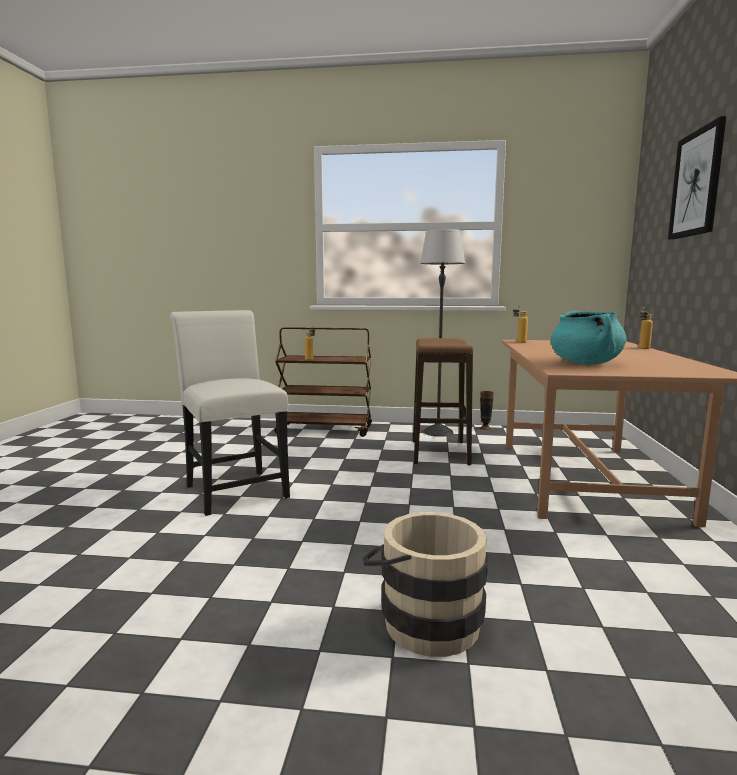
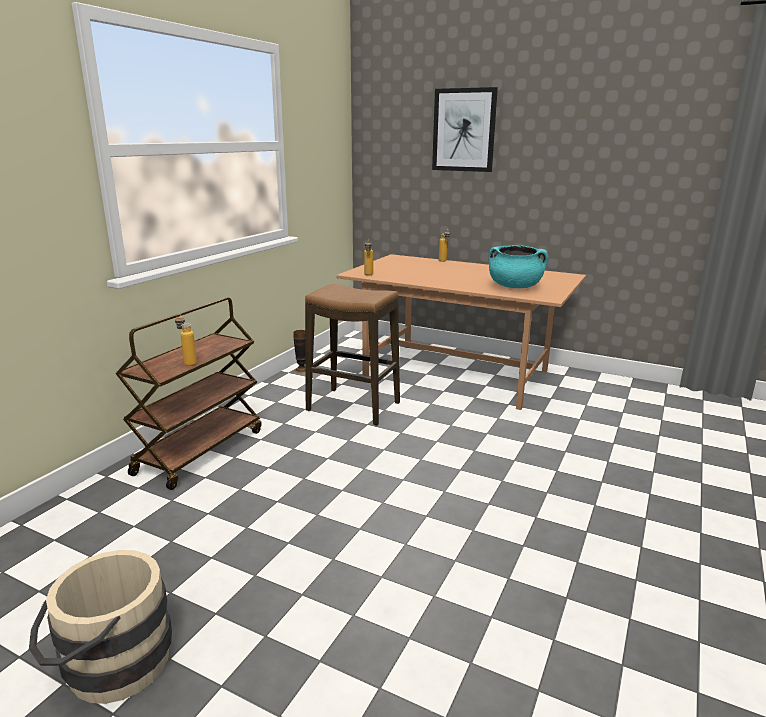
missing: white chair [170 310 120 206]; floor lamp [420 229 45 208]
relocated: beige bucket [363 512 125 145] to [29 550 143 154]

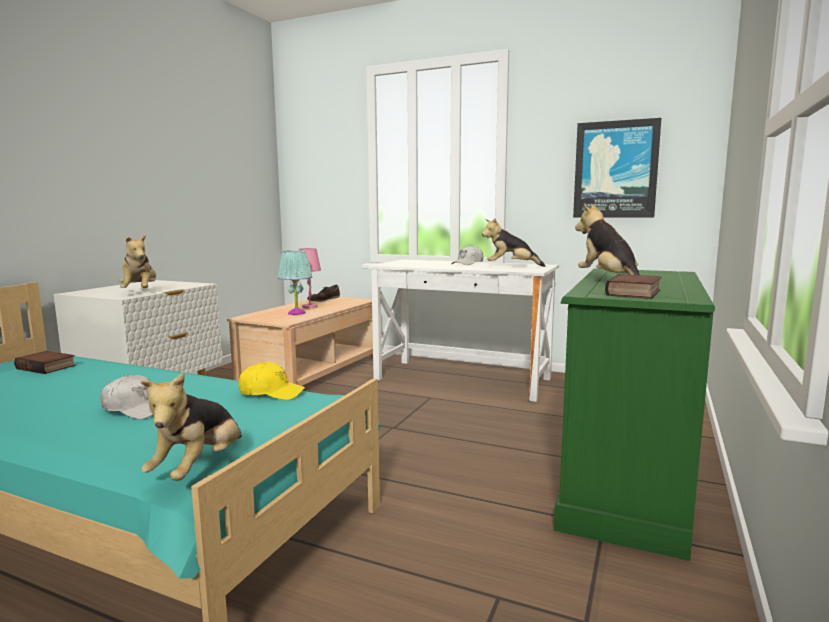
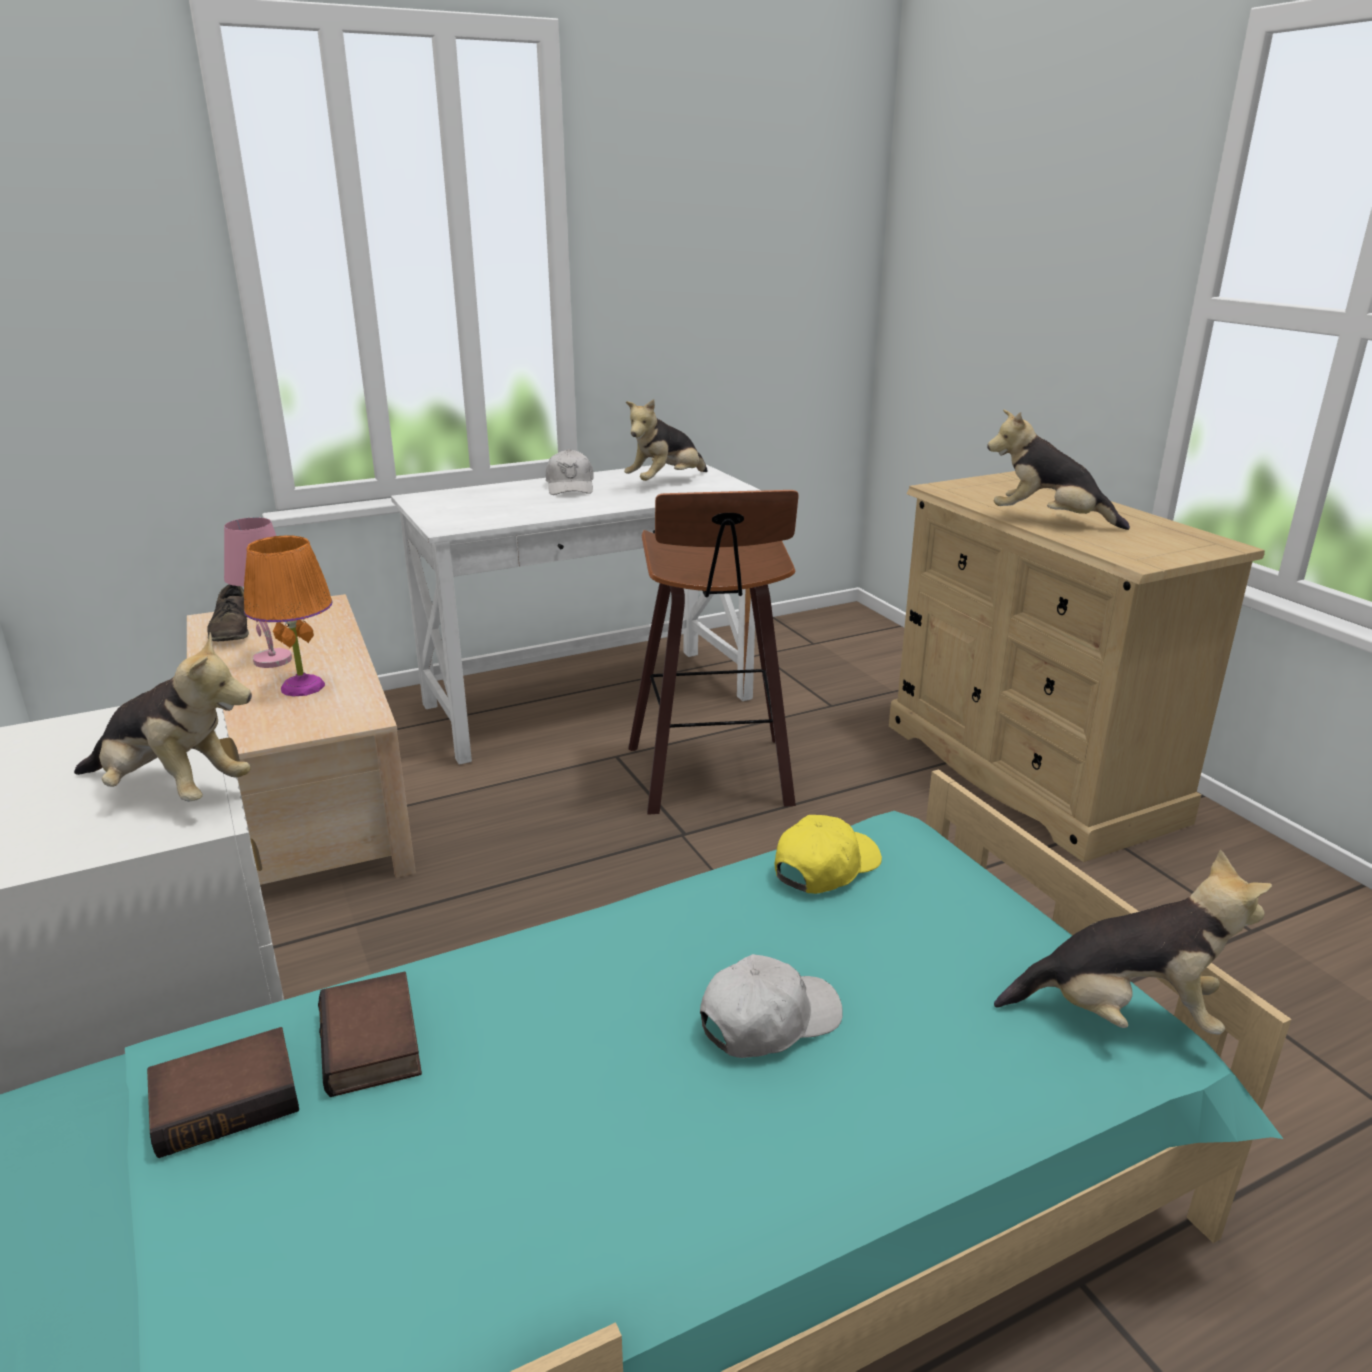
missing: picture [573 118 88 99]
appeared: stool [628 490 171 325]
relocated: book [605 274 56 25] to [318 972 104 125]
colour: turquoise table lamp [278 250 34 65] to orange table lamp [244 536 89 160]; green dresser [553 268 162 293] to beige dresser [889 471 376 391]
spun: plush toy [141 372 101 109] = [994 849 278 186] 45 degrees counterclockwise

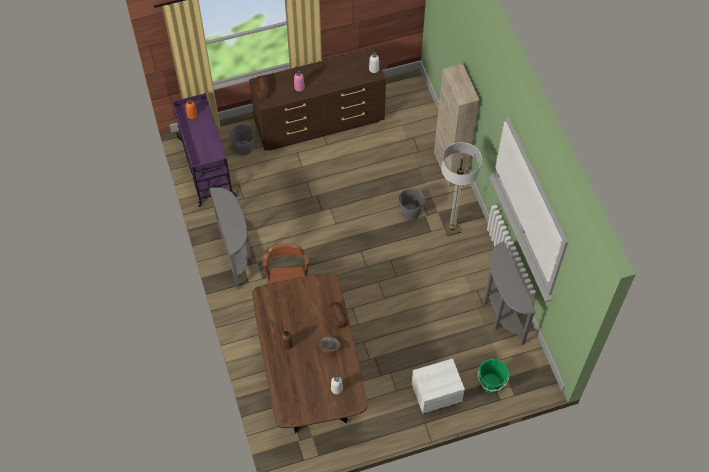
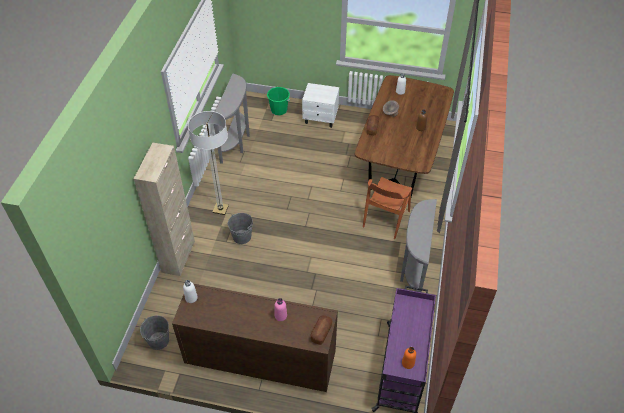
relocated: grey bucket [229 124 26 31] to [140 315 29 35]

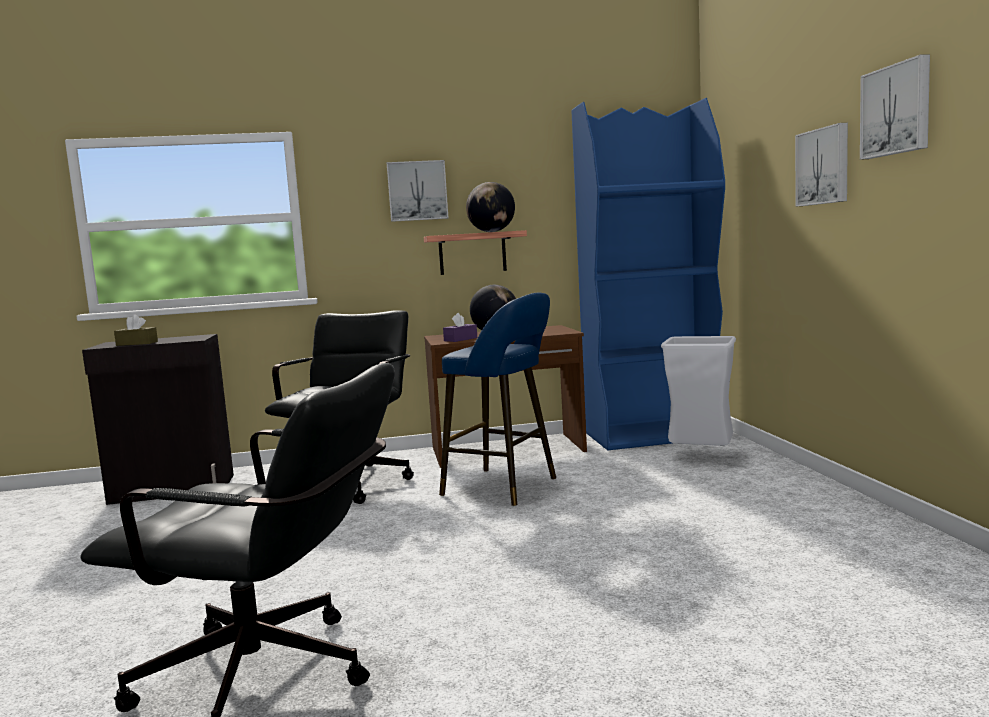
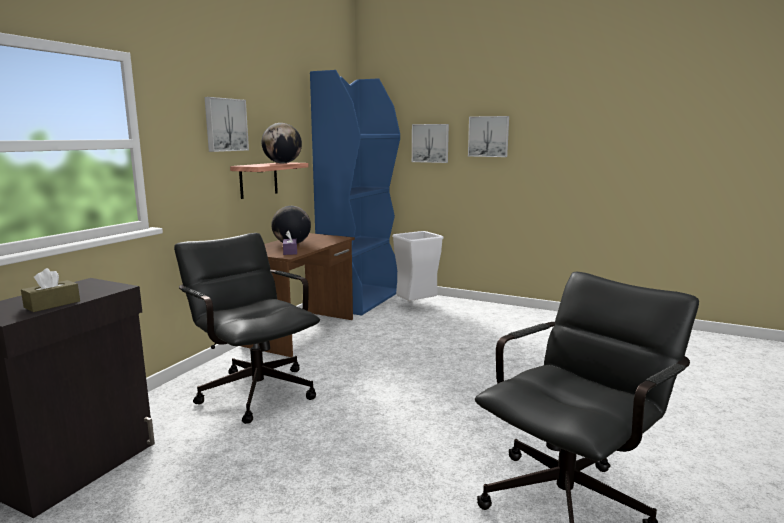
missing: blue stool [439 293 117 213]
relocated: picture [860 54 70 106] to [412 124 37 39]

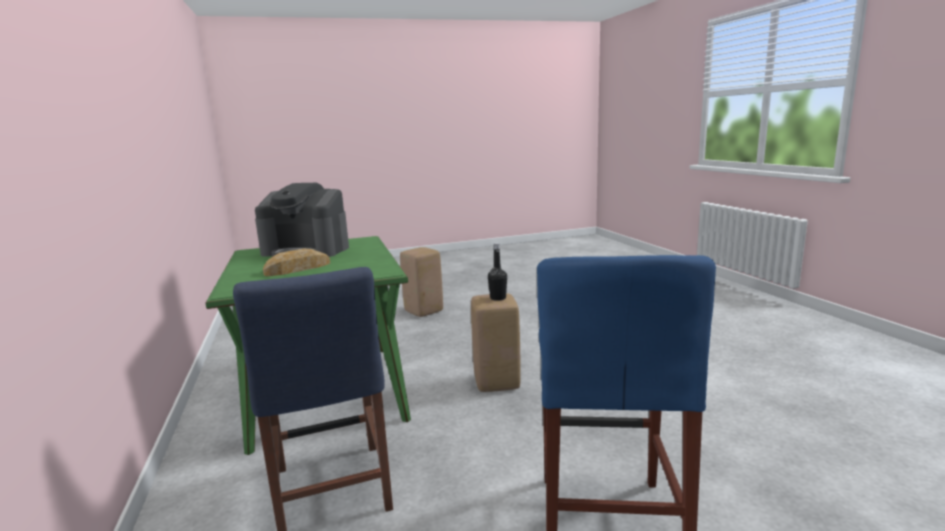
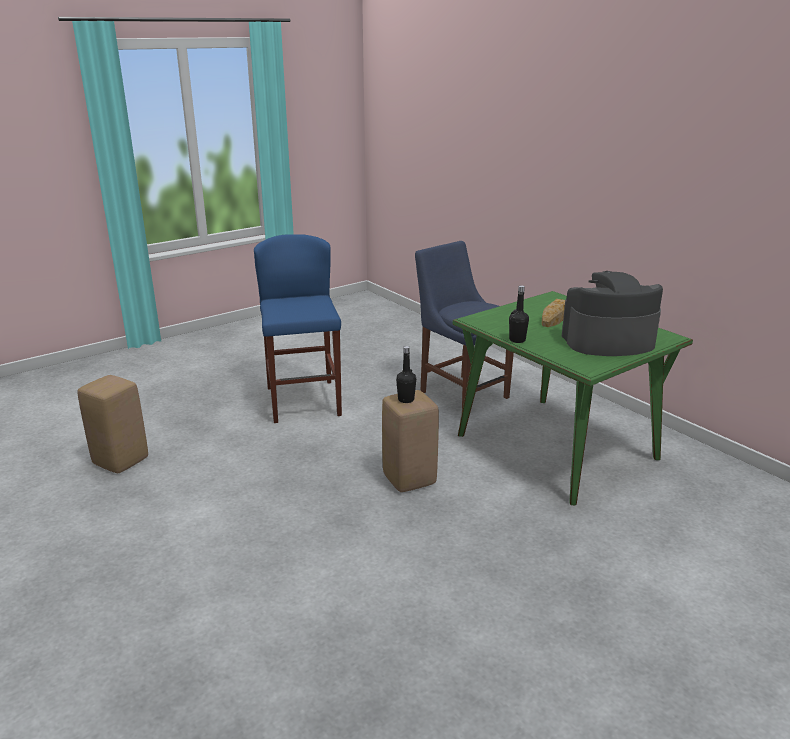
appeared: black bottle [509 285 20 58]
relocated: beige stool [400 247 43 70] to [77 375 71 98]

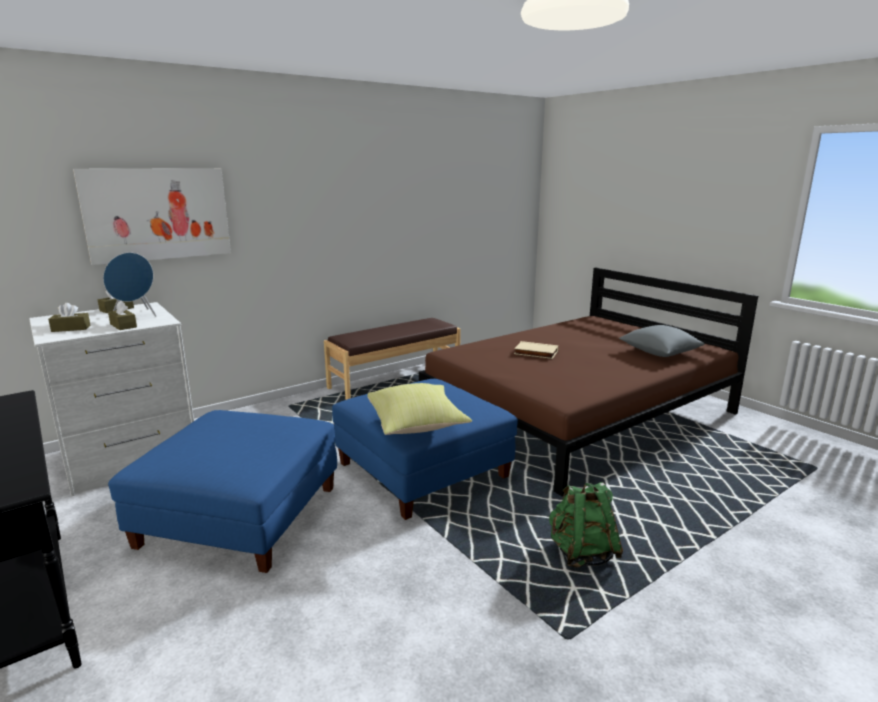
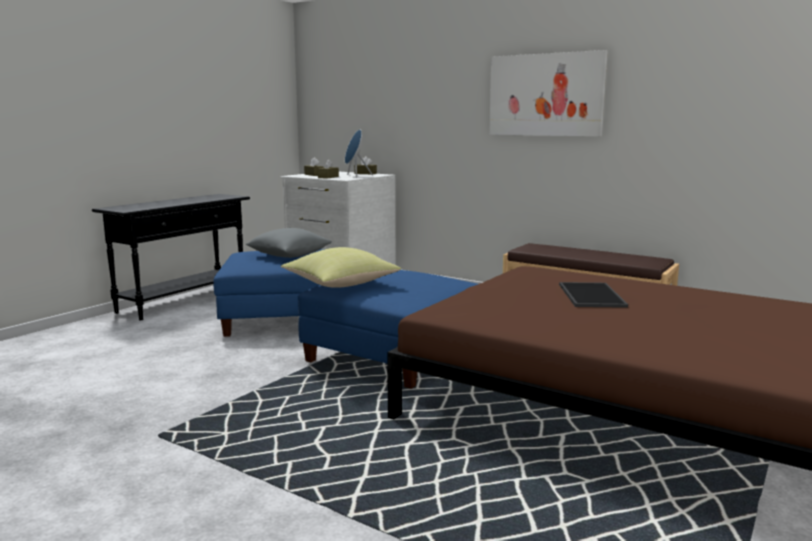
missing: green backpack [549 482 74 86]
relocated: picture [73 168 158 97] to [489 50 119 86]; grey pillow [619 325 86 32] to [245 228 87 30]
exchanged: beige book [514 341 44 18] to tray [559 282 69 26]

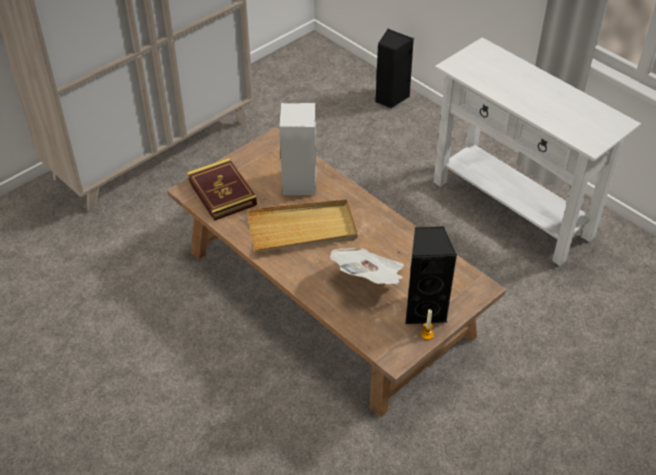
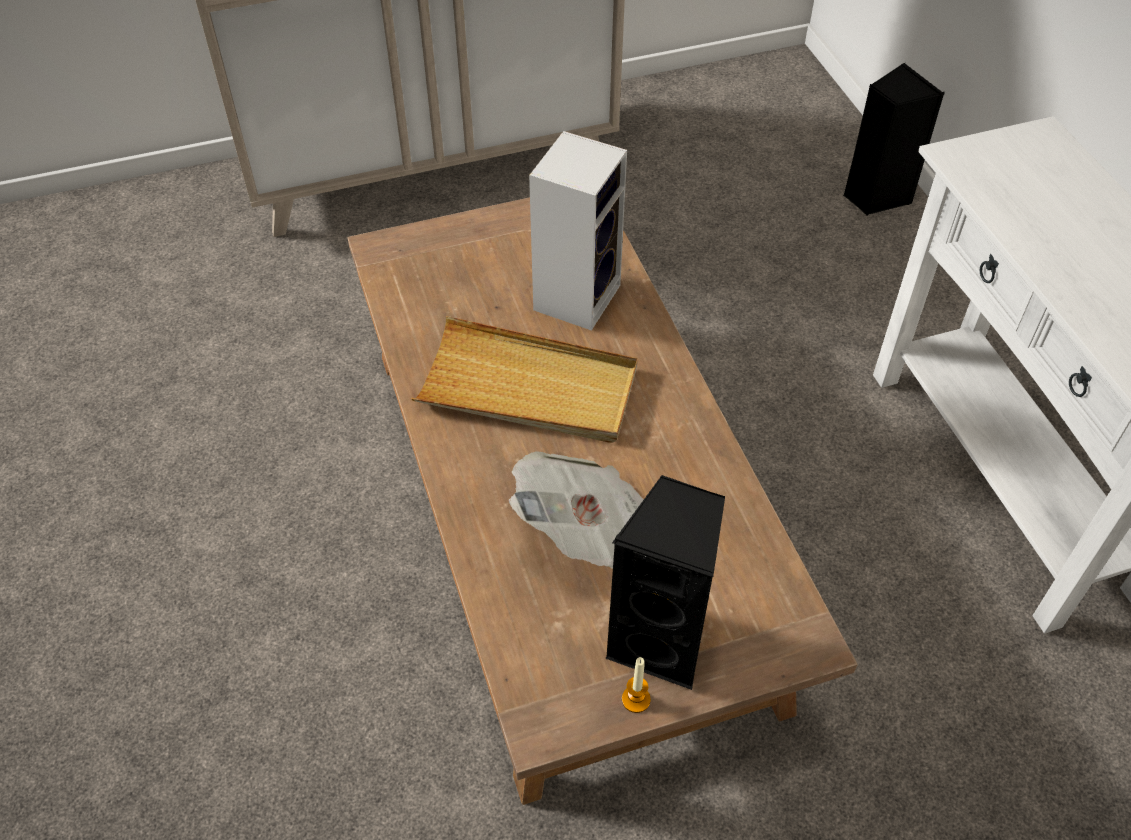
missing: book [187 158 70 63]

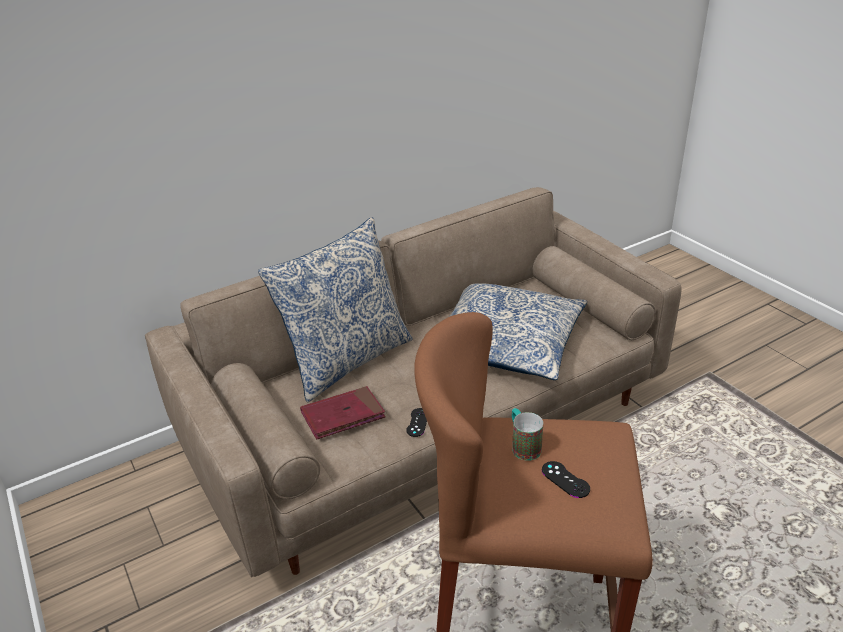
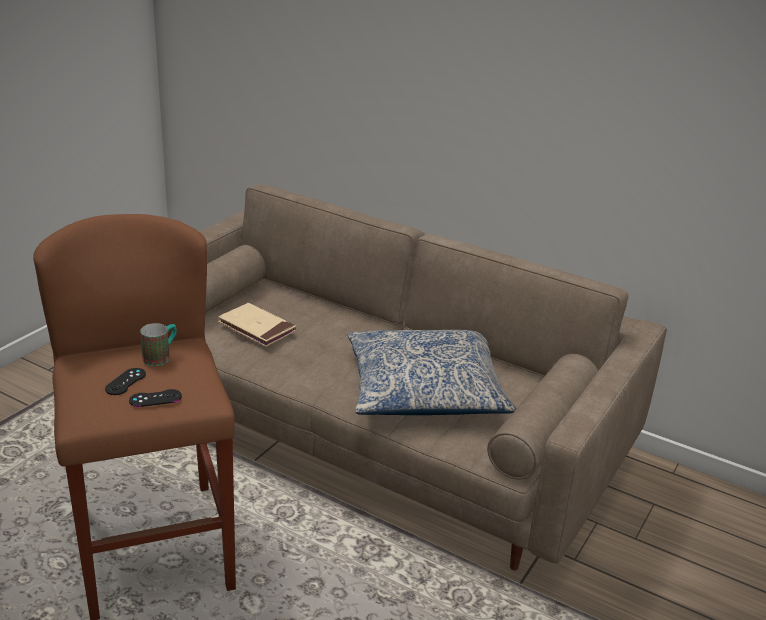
missing: pillow [258 217 155 185]
relocated: black game controller [406 408 21 29] to [129 389 53 18]
colour: red book [300 386 85 54] to beige book [218 303 78 44]

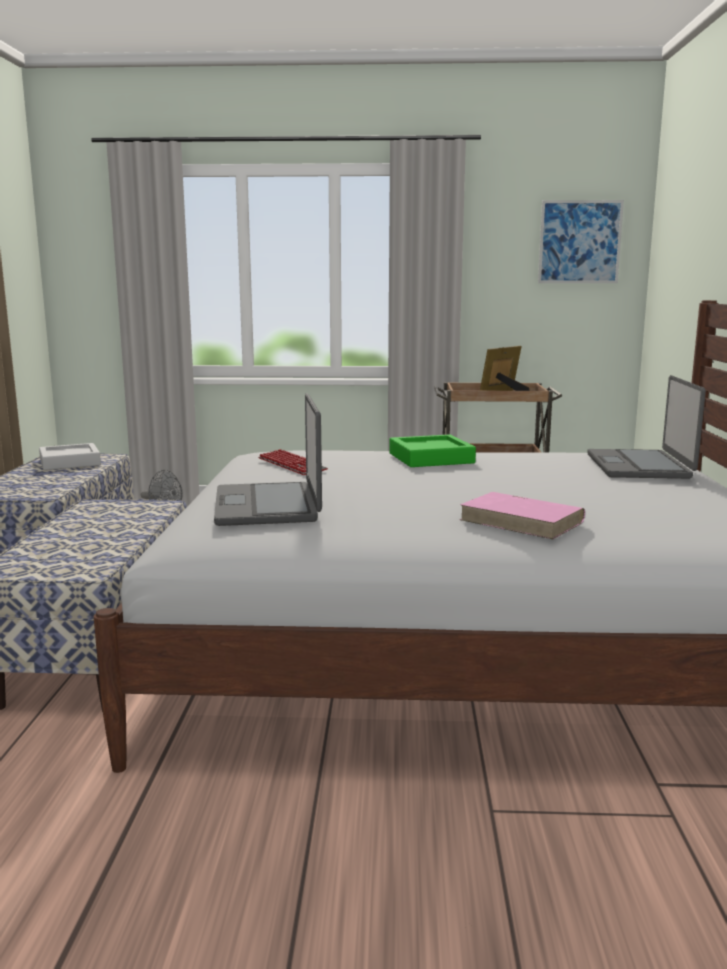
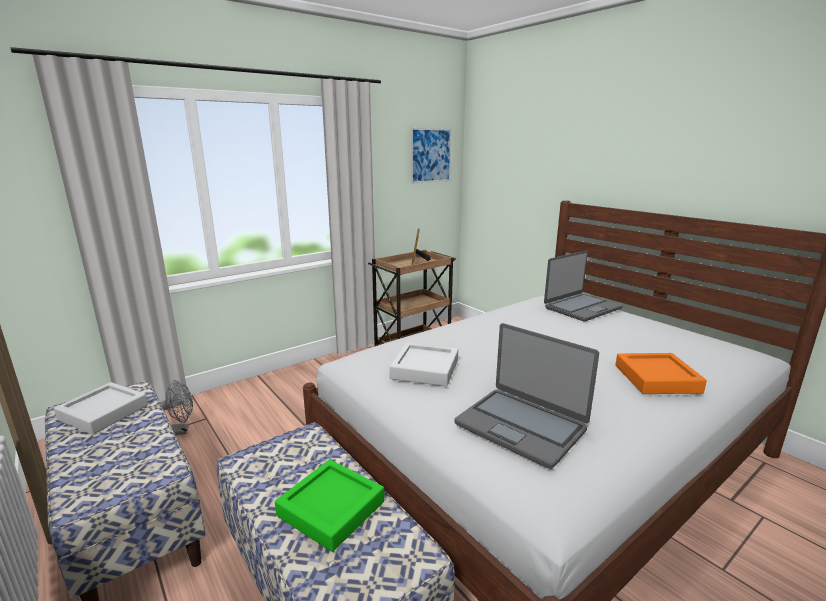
relocated: green tray [389 434 87 33] to [275 459 109 93]
exchanged: keyboard [258 449 70 26] to grey tray [389 343 69 43]; pink book [460 492 125 47] to orange tray [616 353 91 41]
spun: laptop [587 375 119 104] = [544 250 78 72] 90 degrees counterclockwise

